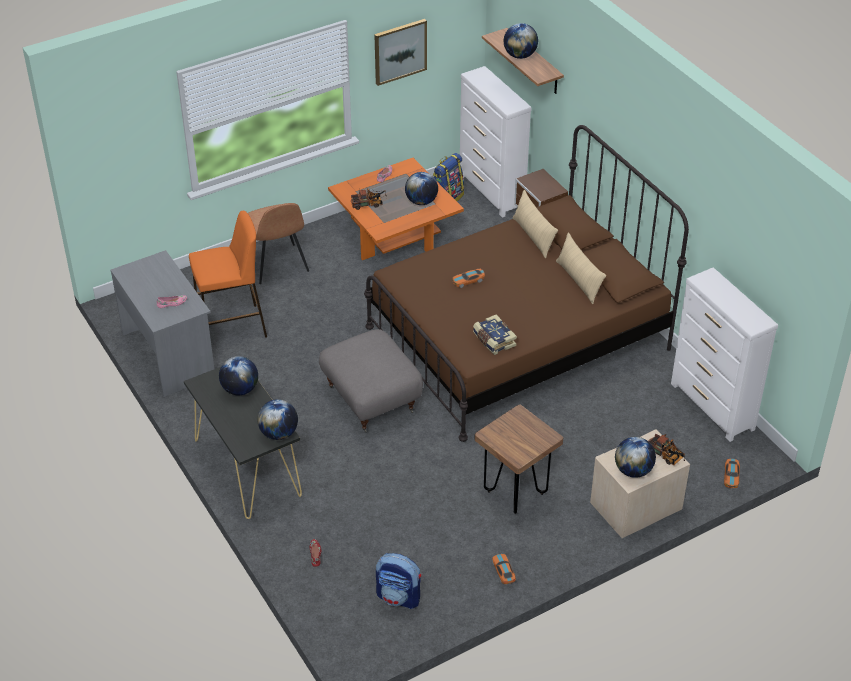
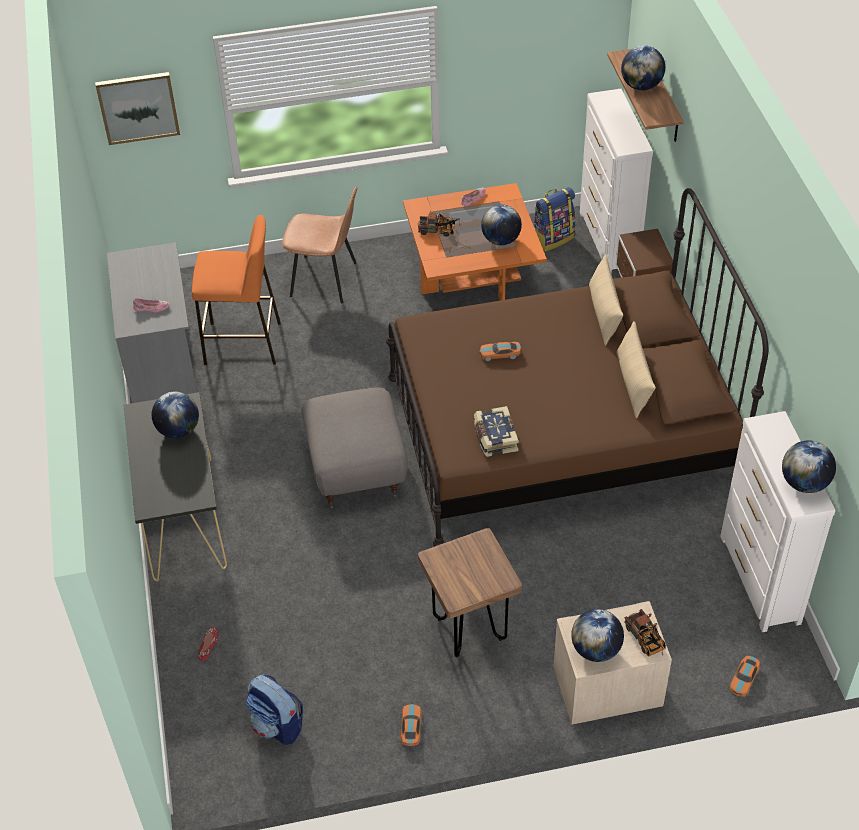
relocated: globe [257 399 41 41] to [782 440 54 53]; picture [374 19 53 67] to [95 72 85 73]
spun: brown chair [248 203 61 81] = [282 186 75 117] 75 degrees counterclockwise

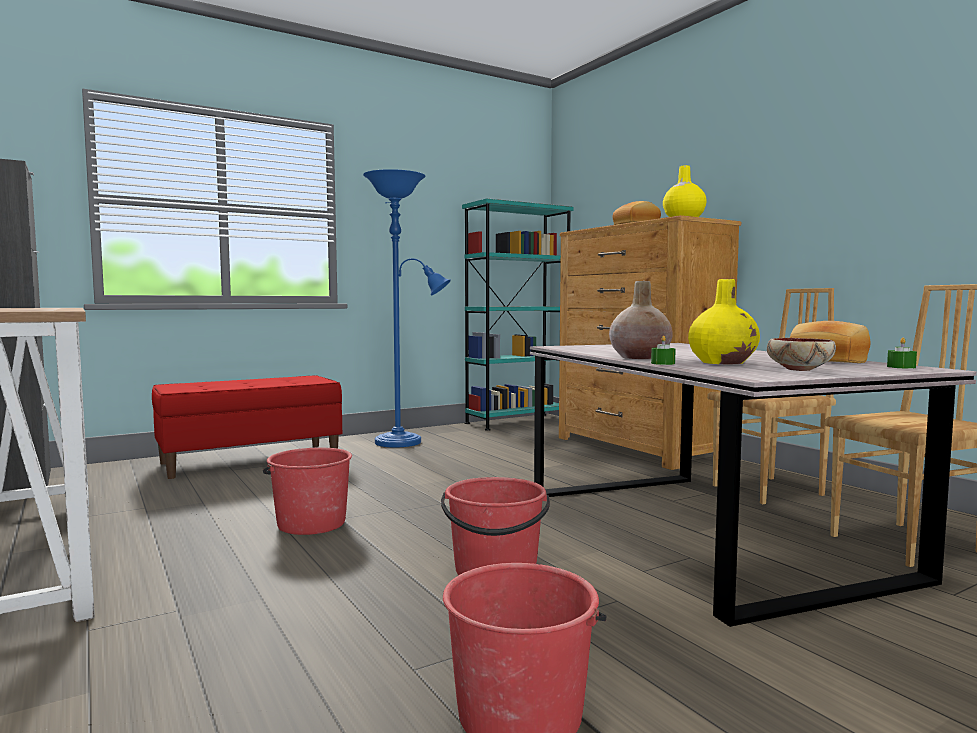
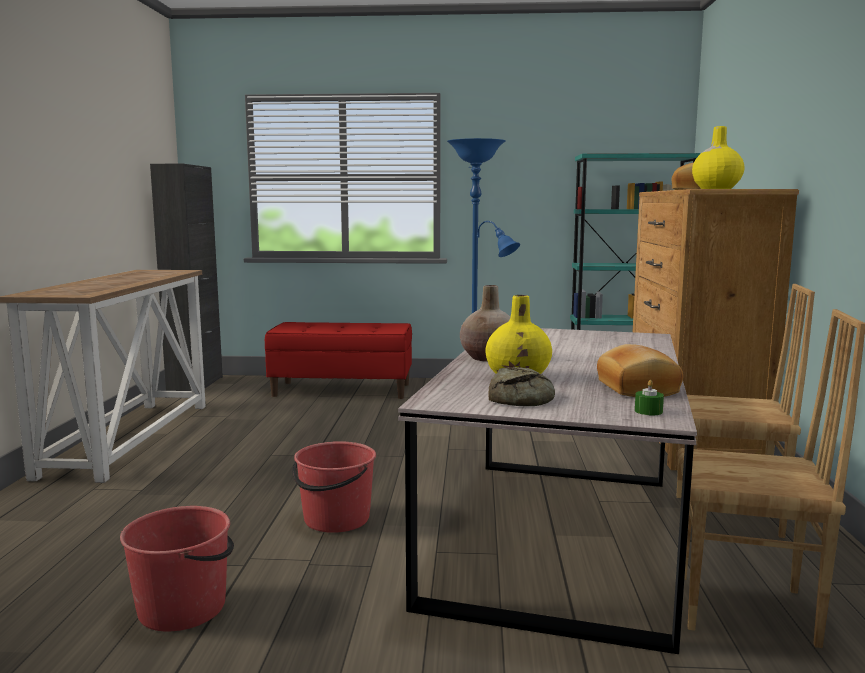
missing: red bucket [263 448 89 87]; green candle [651 336 25 29]
exchanged: bowl [767 338 69 33] to bread [489 367 66 39]

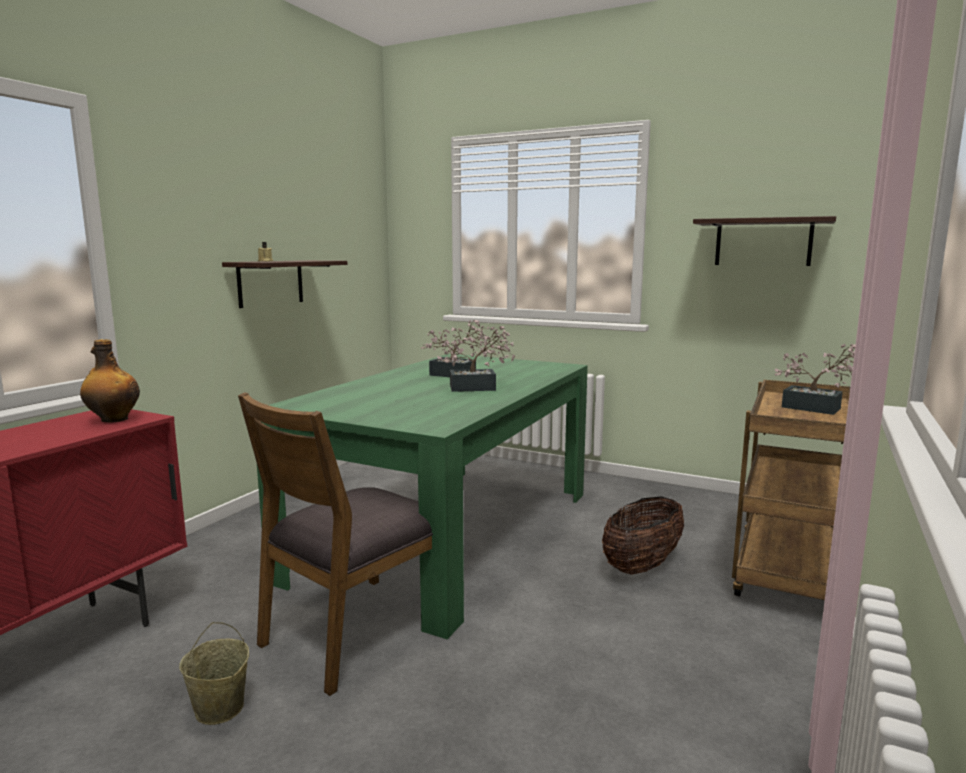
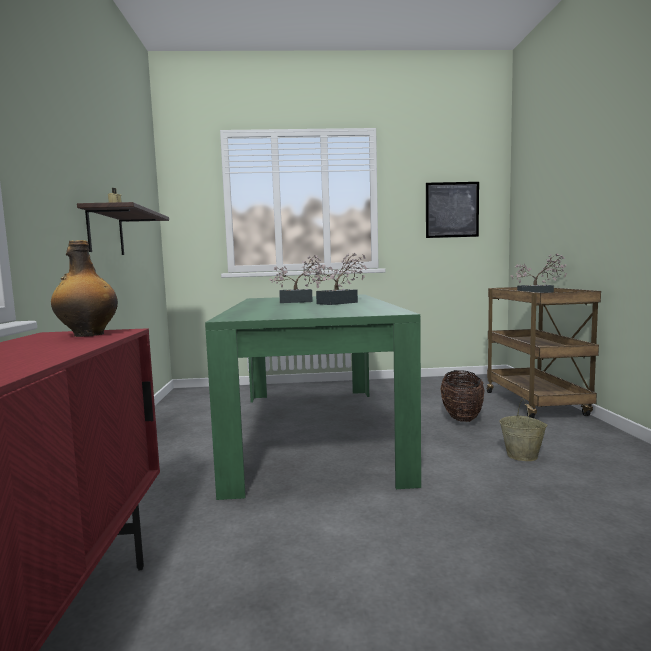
missing: brown chair [238 392 195 304]
relocated: beige bucket [179 622 70 103] to [500 399 47 62]
exchanged: shelf [693 216 143 50] to picture [426 182 53 56]

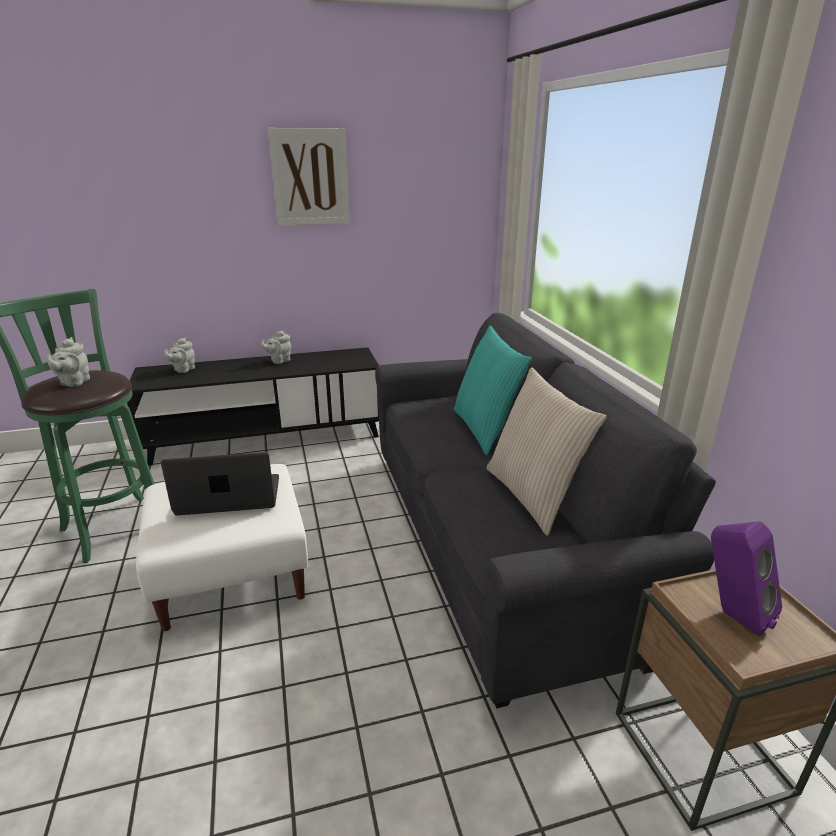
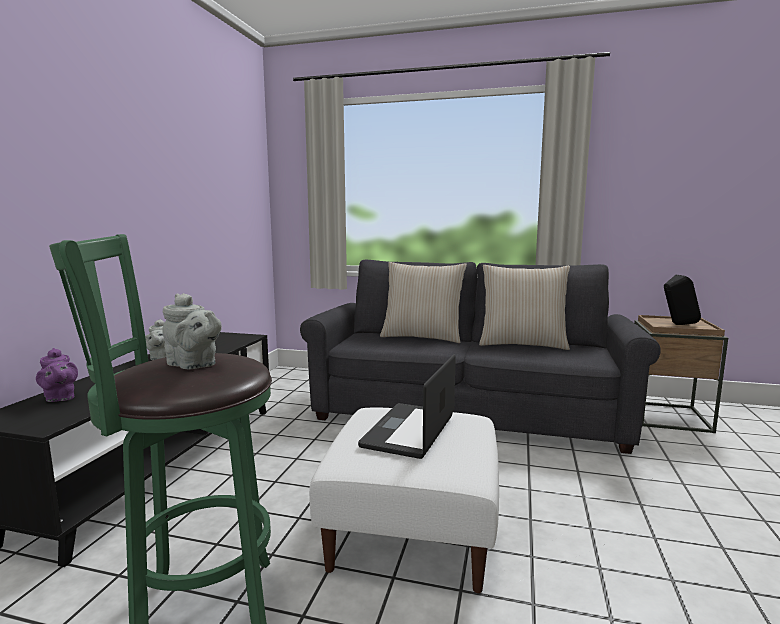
missing: picture [268 128 82 98]
colour: grey teapot [164 337 31 36] to purple teapot [36 348 42 54]; turquoise pillow [454 326 78 129] to beige pillow [380 262 87 81]; purple speaker [711 521 71 115] to black speaker [664 275 37 50]

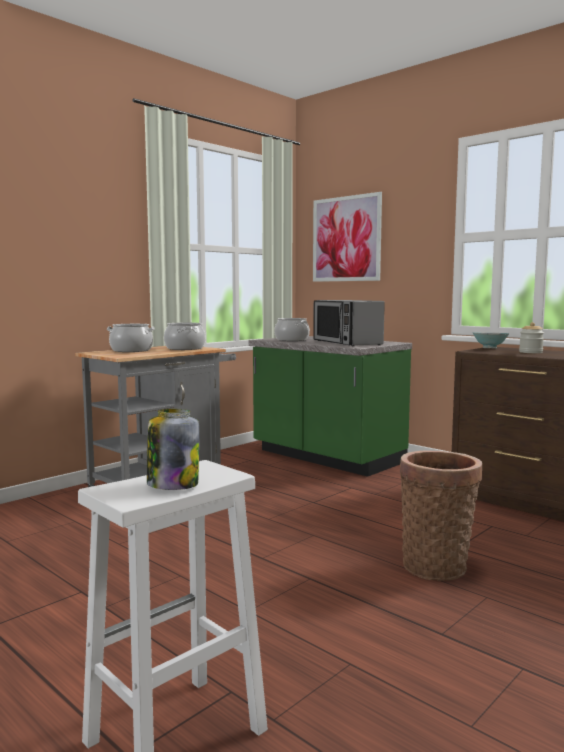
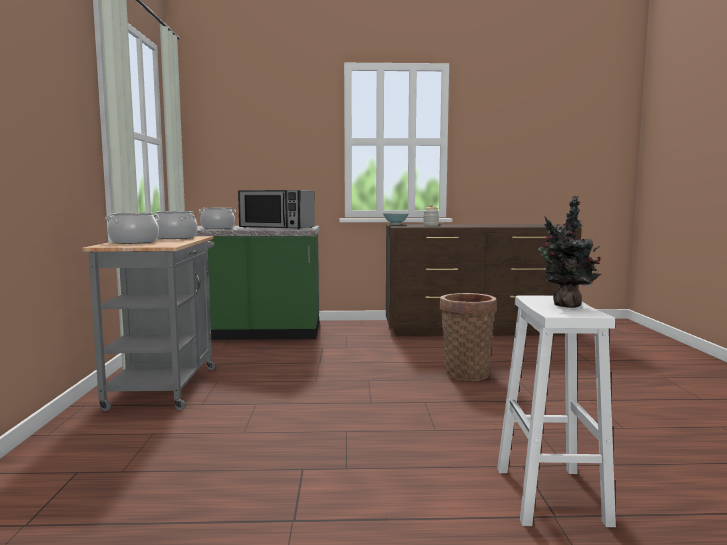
missing: picture [313 192 69 90]
exchanged: jar [147 409 52 81] to potted plant [538 196 64 112]

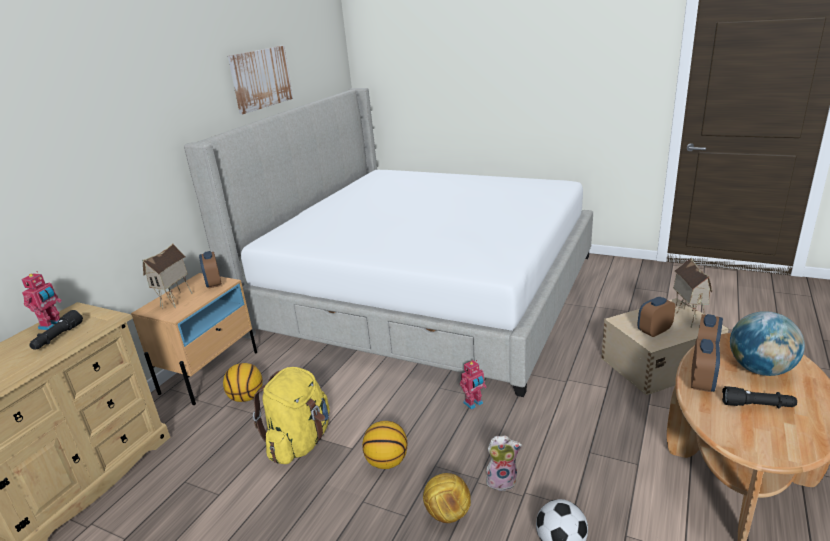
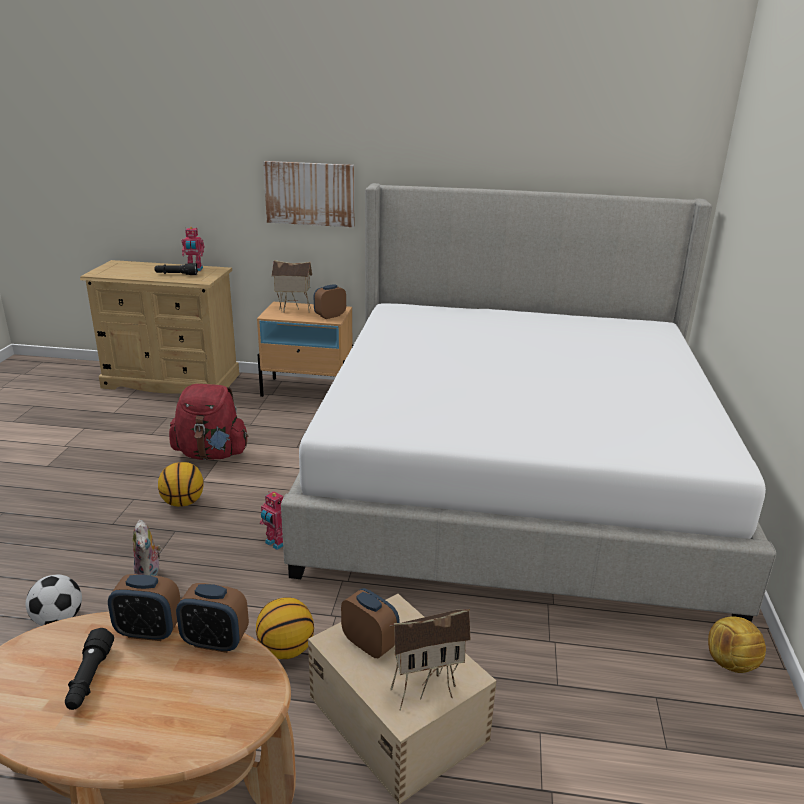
missing: globe [730 311 75 65]
relocated: basketball [223 363 40 39] to [256 597 58 62]; picture [228 46 65 68] to [263 161 91 66]; football [423 473 48 50] to [708 616 58 57]
colour: yellow backpack [253 367 77 97] to red backpack [169 384 80 76]

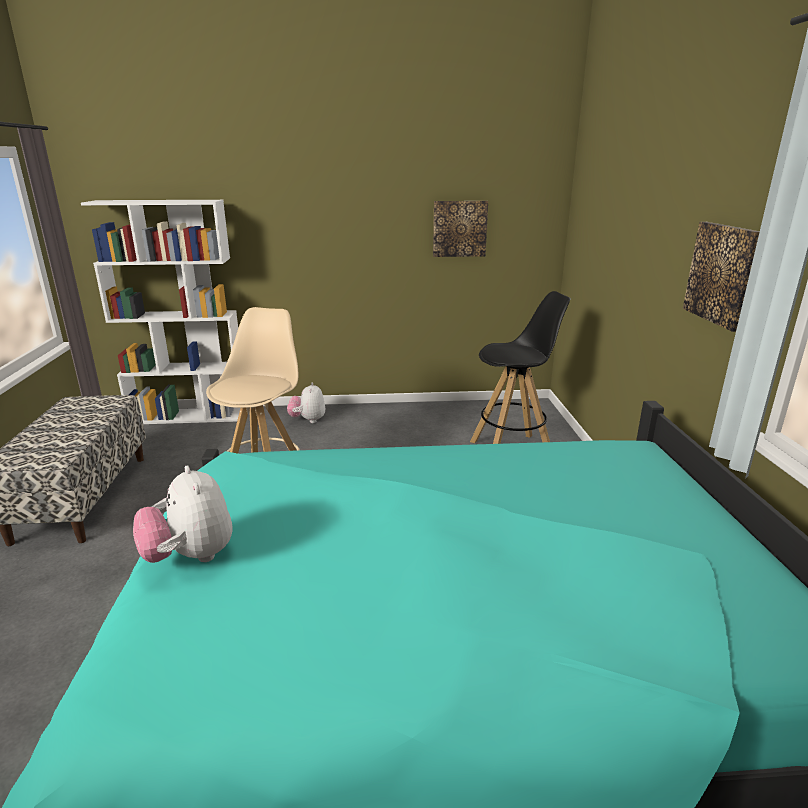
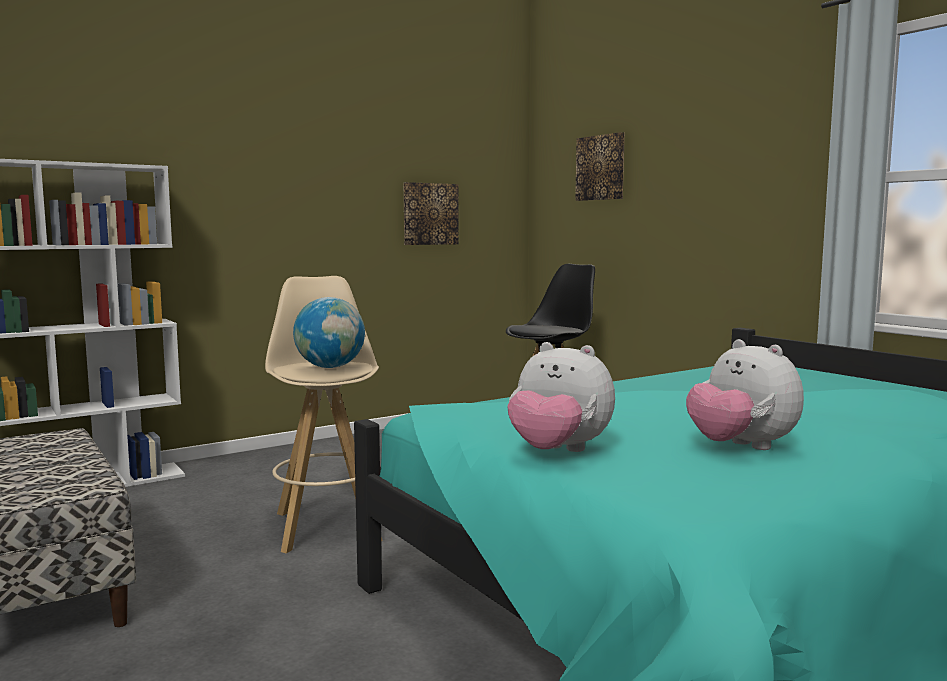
appeared: globe [293 297 72 71]
relocated: plush toy [287 383 38 40] to [686 339 118 111]; picture [683 222 77 110] to [575 132 50 69]

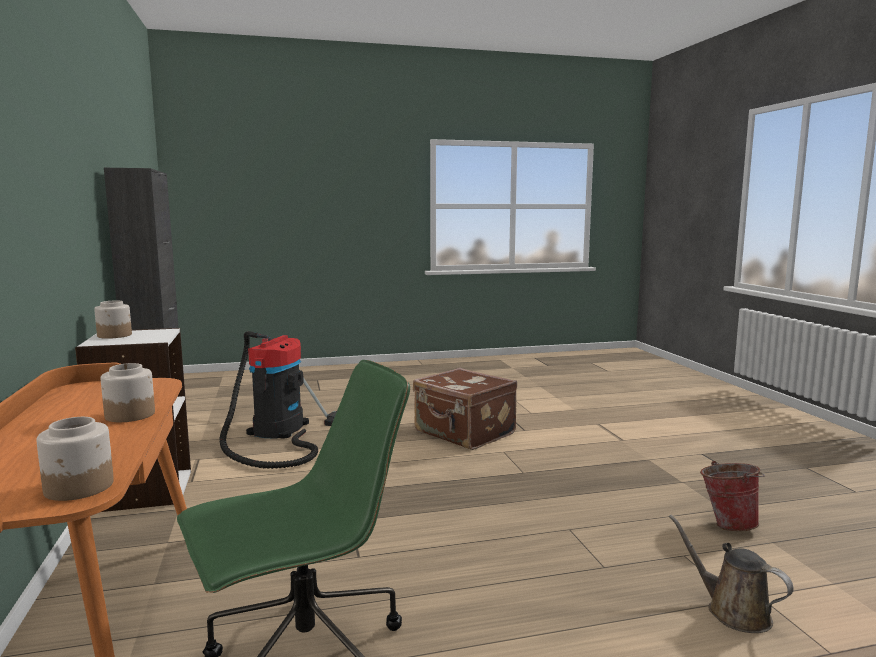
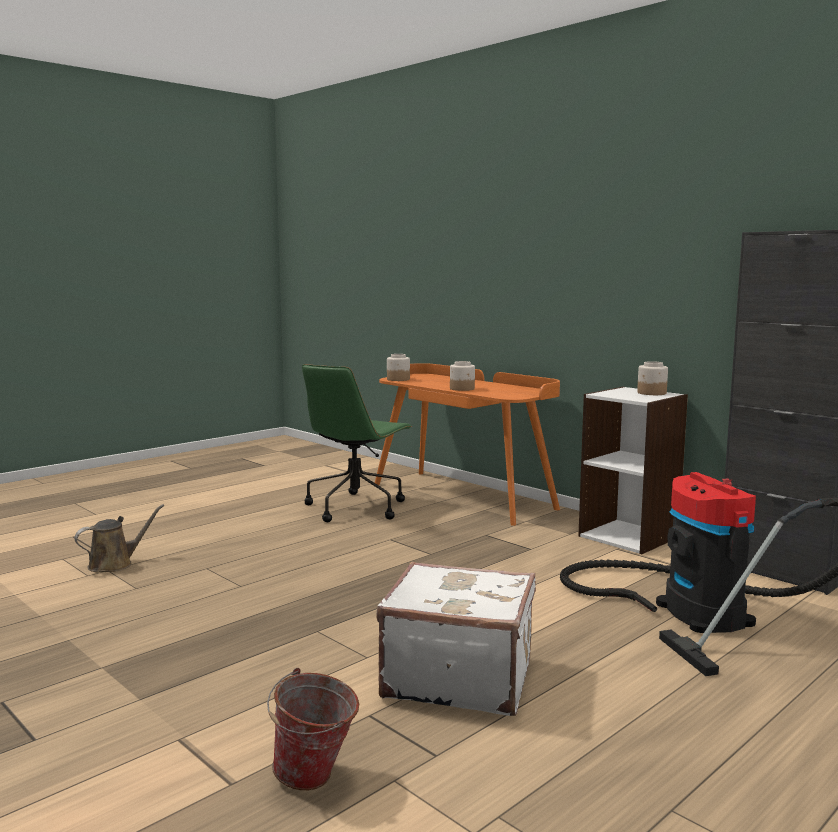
relocated: bucket [700 461 65 70] to [267 668 92 122]
colour: brown suitcase [413 368 104 82] to white suitcase [376 562 160 154]
spun: brown watering can [669 515 125 118] = [75 504 90 68] 60 degrees counterclockwise

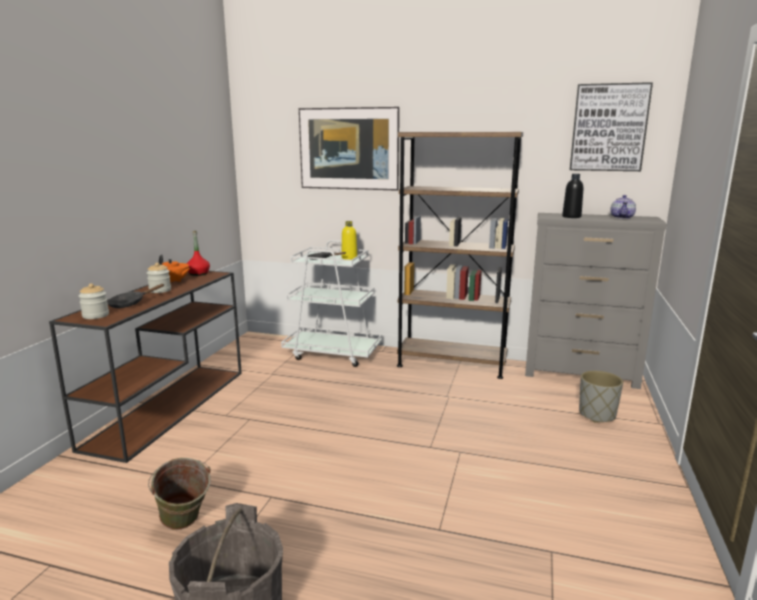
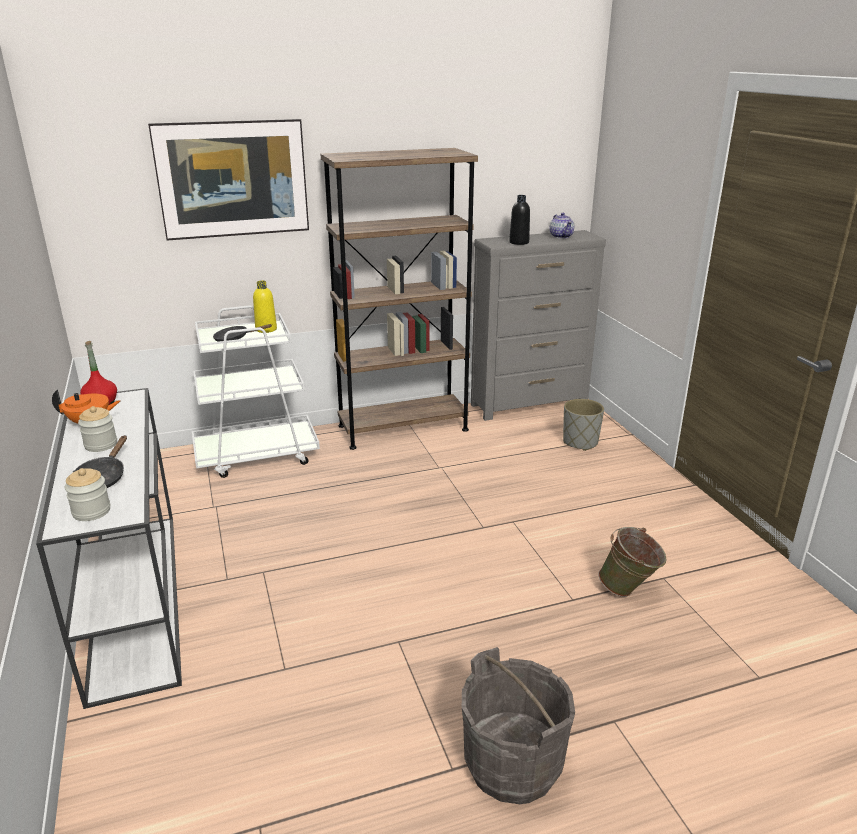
missing: picture [570 82 83 89]
relocated: green bucket [148 458 63 72] to [598 527 69 70]
colour: brown console table [49 271 193 192] to white console table [36 388 146 321]

